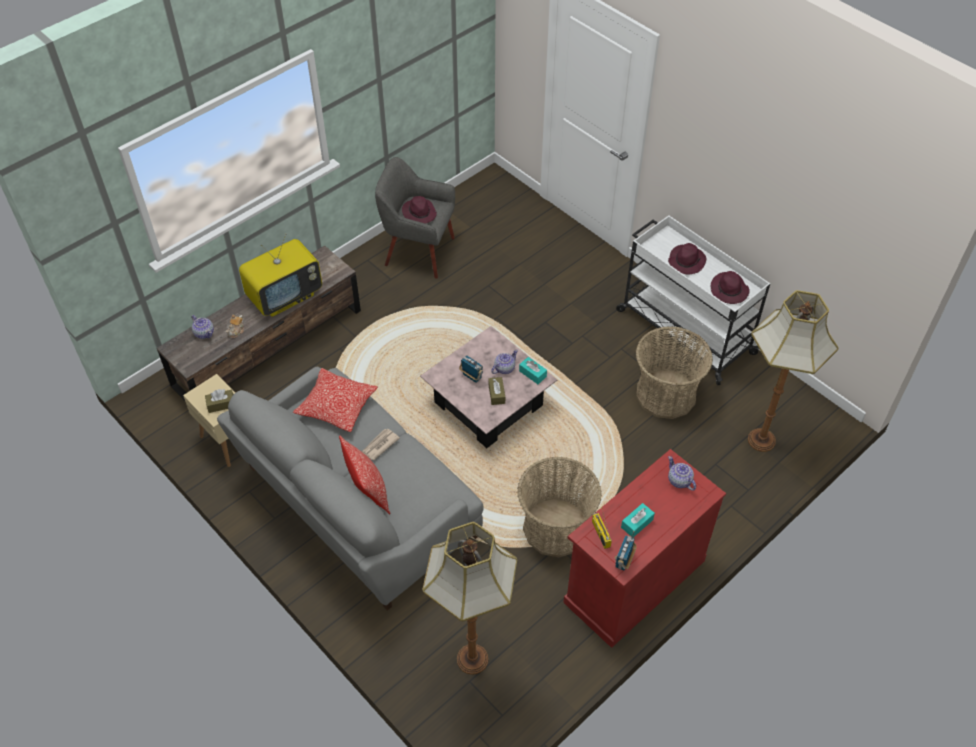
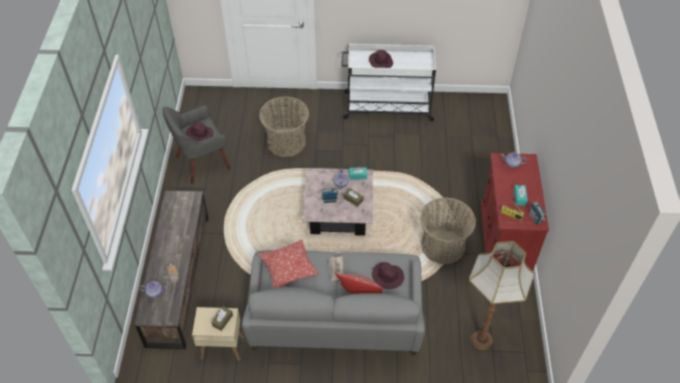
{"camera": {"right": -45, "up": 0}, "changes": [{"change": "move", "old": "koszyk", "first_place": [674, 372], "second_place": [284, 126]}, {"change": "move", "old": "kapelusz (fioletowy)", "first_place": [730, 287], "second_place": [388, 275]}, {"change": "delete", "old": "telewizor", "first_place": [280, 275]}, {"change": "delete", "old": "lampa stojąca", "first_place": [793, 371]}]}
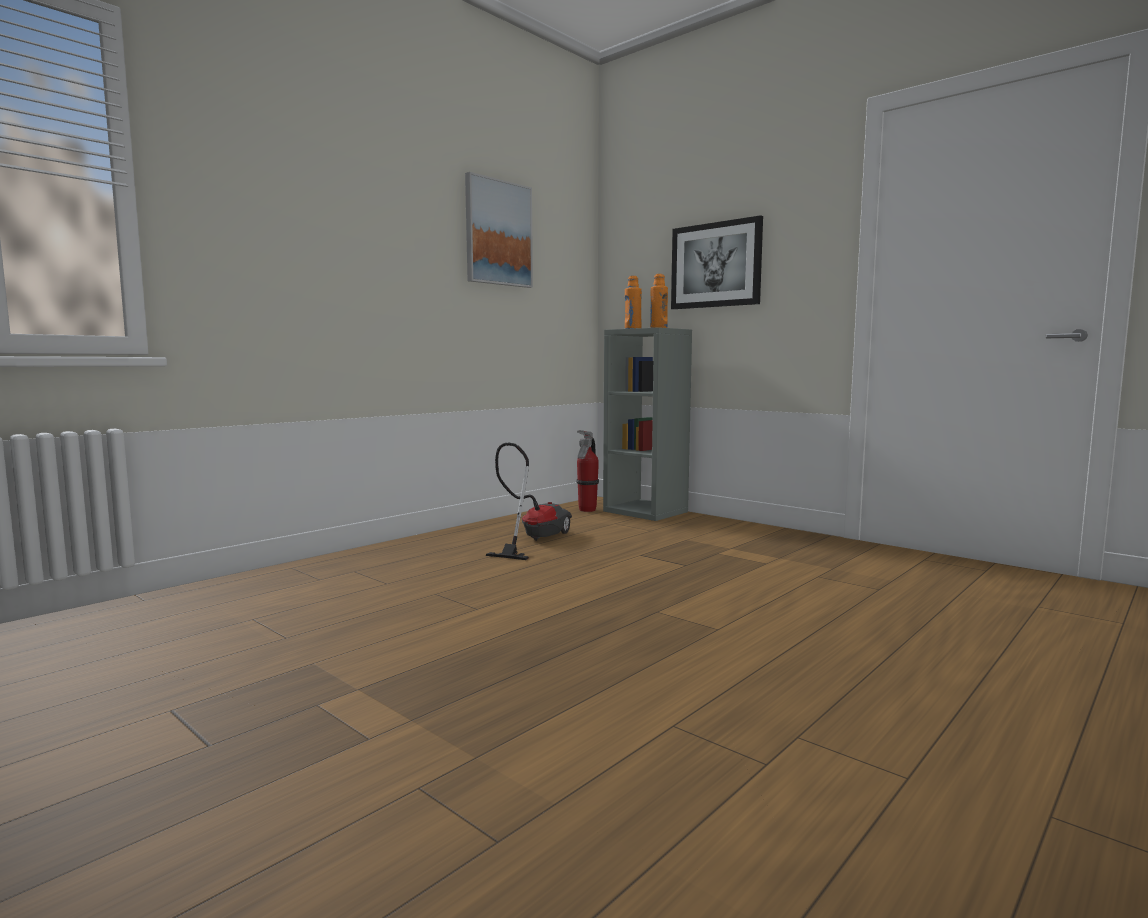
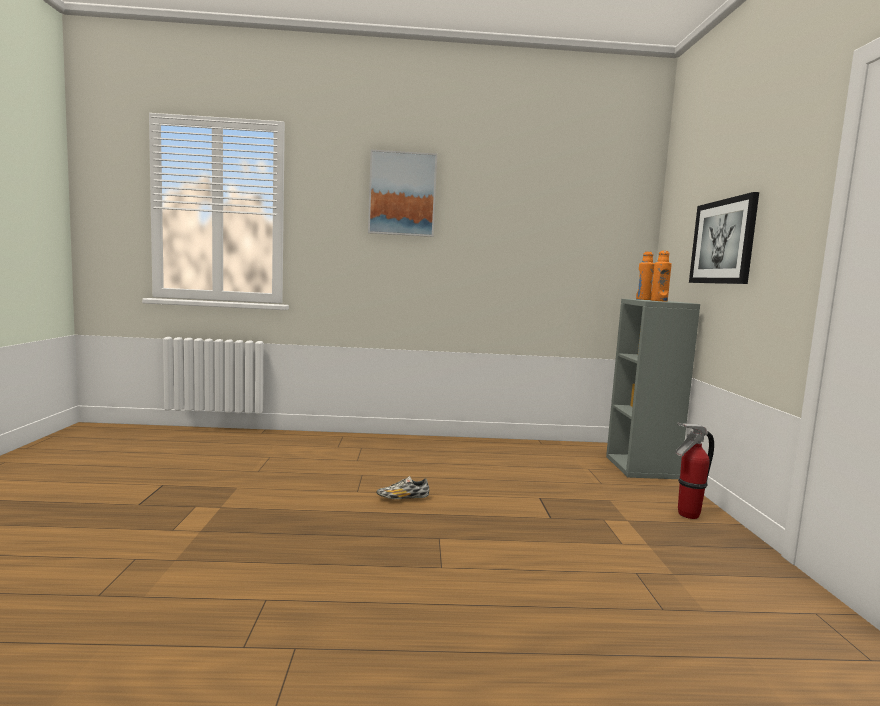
{"camera": {"right": 45, "up": 0}, "changes": [{"change": "move", "old": "obraz", "first_place": [499, 230], "second_place": [402, 193]}, {"change": "insert", "new": "but", "second_place": [403, 487]}, {"change": "move", "old": "gaśnica", "first_place": [587, 471], "second_place": [694, 471]}, {"change": "delete", "old": "odkurzacz", "first_place": [529, 501]}]}
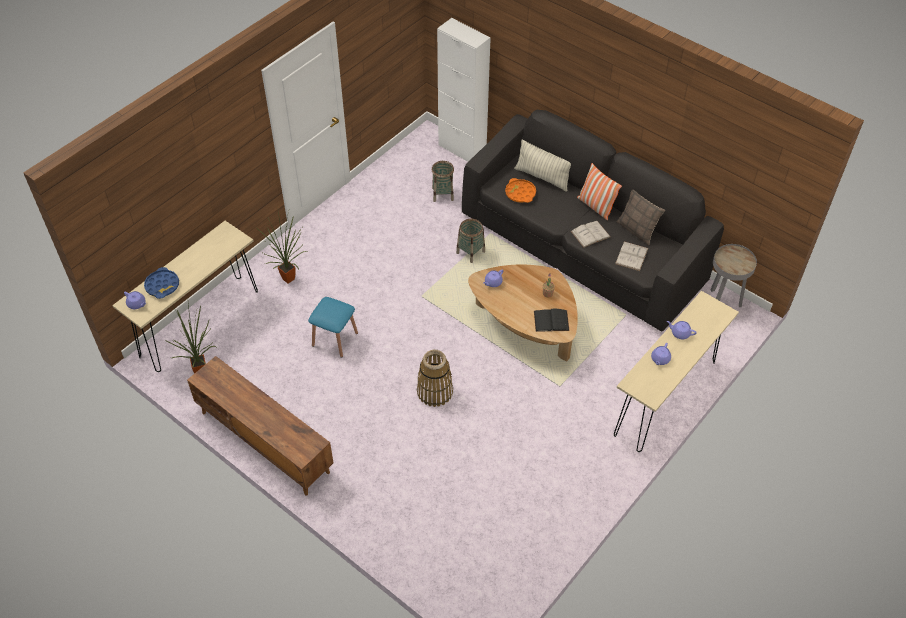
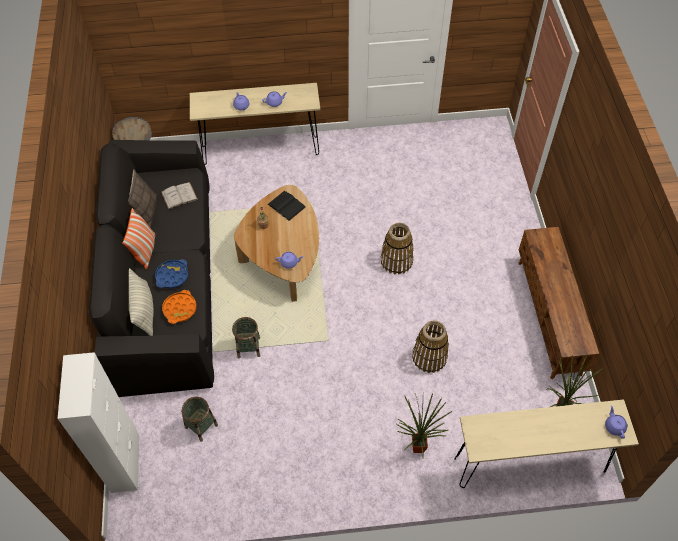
{"camera": {"right": -135, "up": 5}, "changes": [{"change": "move", "old": "taca (niebieski)", "first_place": [161, 283], "second_place": [172, 273]}, {"change": "replace", "old": "stołek (niebieski)", "new": "koszyk", "first_place": [333, 327], "second_place": [430, 346]}, {"change": "delete", "old": "książka (biały)", "first_place": [591, 234]}]}
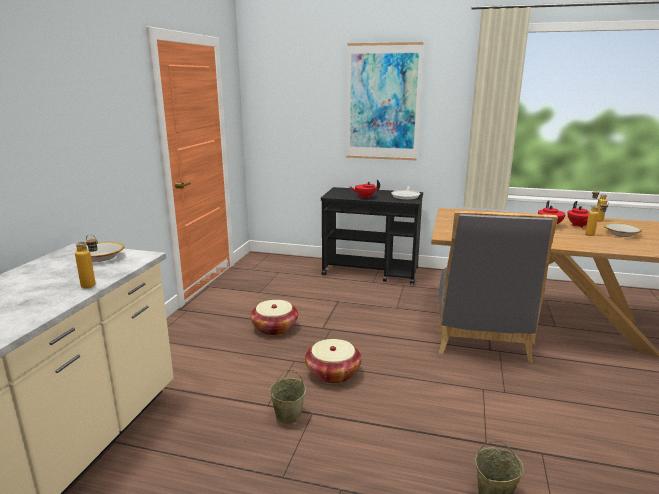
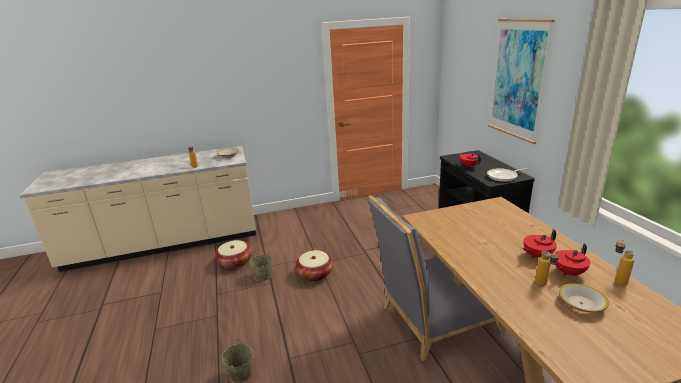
{"camera": {"right": 60, "up": 5}, "changes": [{"change": "move", "old": "koszyk", "first_place": [274, 318], "second_place": [233, 254]}]}
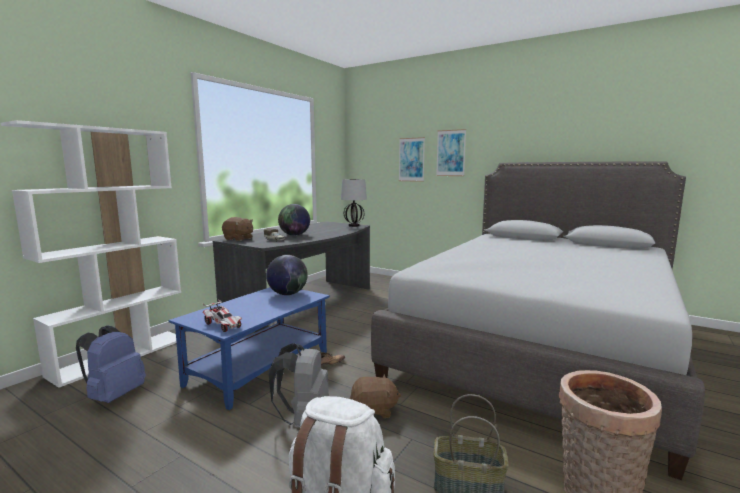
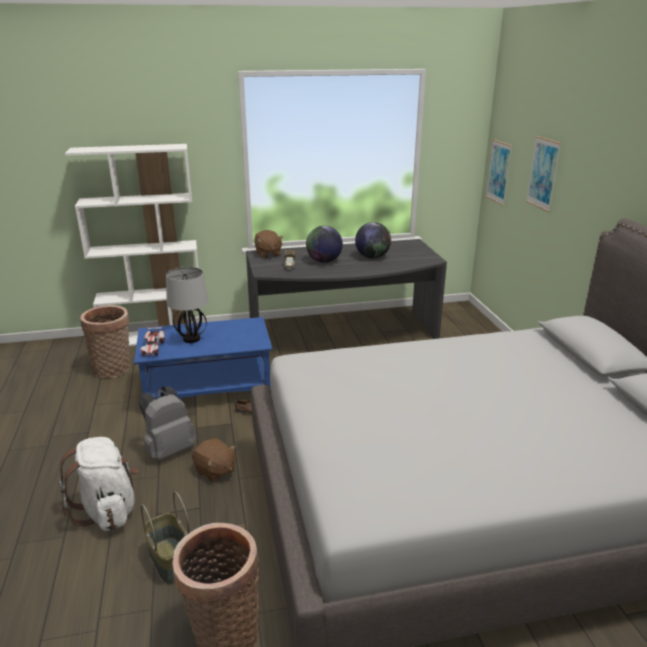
{"camera": {"right": 45, "up": 15}, "changes": [{"change": "replace", "old": "plecak (niebieski)", "new": "koszyk", "first_place": [111, 364], "second_place": [105, 341]}, {"change": "move", "old": "lampa stołowa", "first_place": [354, 203], "second_place": [187, 305]}, {"change": "move", "old": "globus", "first_place": [287, 275], "second_place": [373, 240]}, {"change": "move", "old": "obraz", "first_place": [451, 152], "second_place": [499, 172]}]}
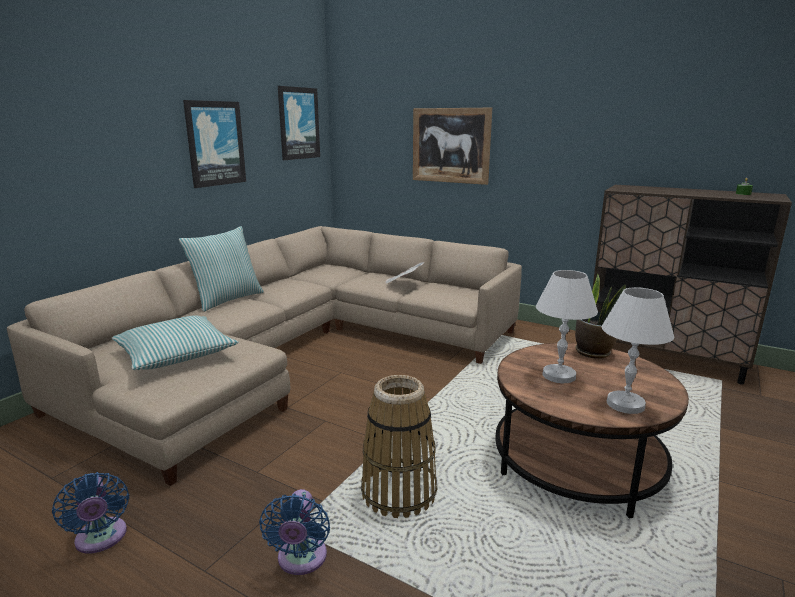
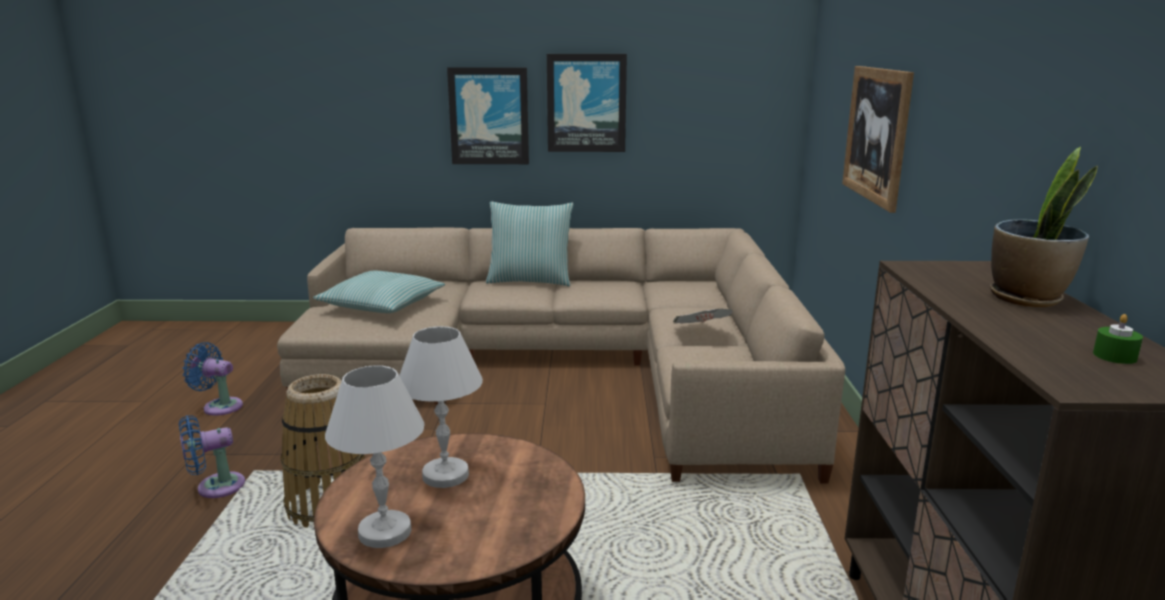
{"camera": {"right": 60, "up": 0}, "changes": [{"change": "rotate", "old": "wentylator (niebieski)", "first_place": [90, 513], "second_place": [212, 379], "degrees": 75}, {"change": "move", "old": "obraz", "first_place": [299, 123], "second_place": [488, 115]}, {"change": "move", "old": "roślina doniczkowa", "first_place": [600, 316], "second_place": [1044, 227]}]}
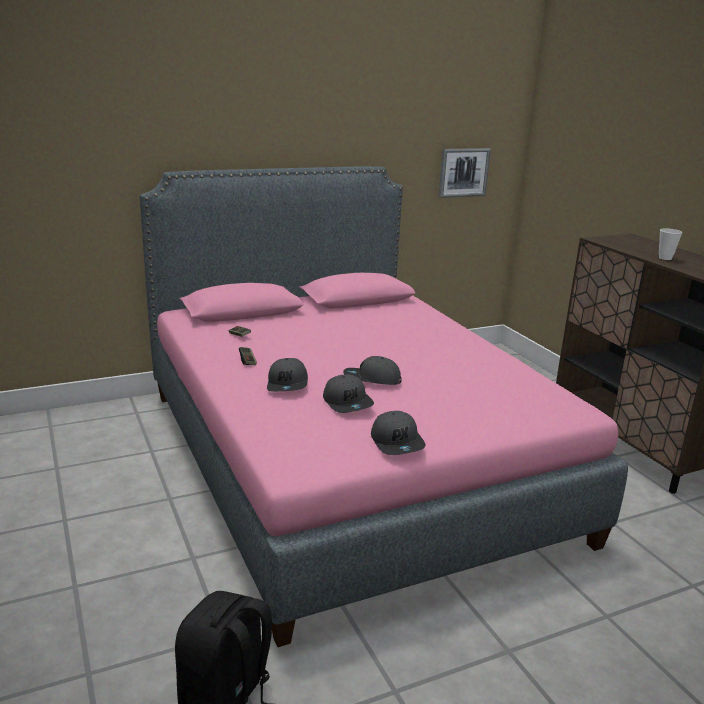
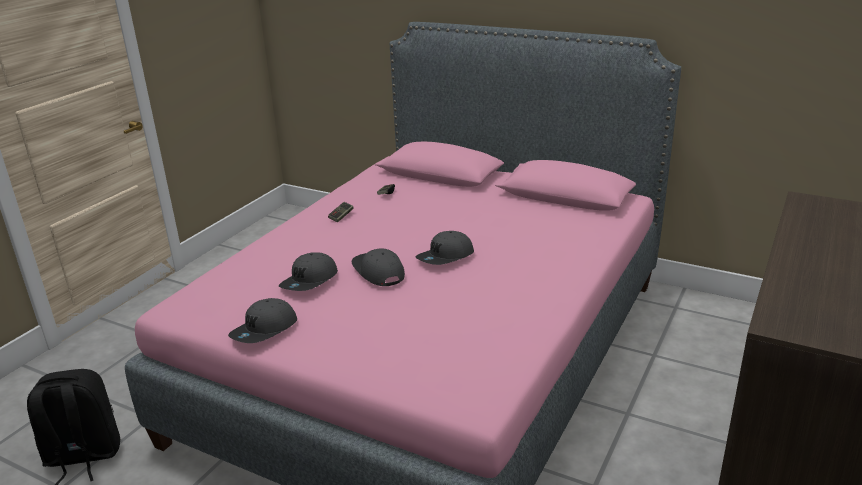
{"camera": {"right": 55, "up": 5}, "changes": [{"change": "move", "old": "czapka z daszkiem (szary)", "first_place": [287, 375], "second_place": [445, 248]}, {"change": "delete", "old": "obraz", "first_place": [465, 173]}, {"change": "delete", "old": "filiżanka", "first_place": [671, 244]}]}
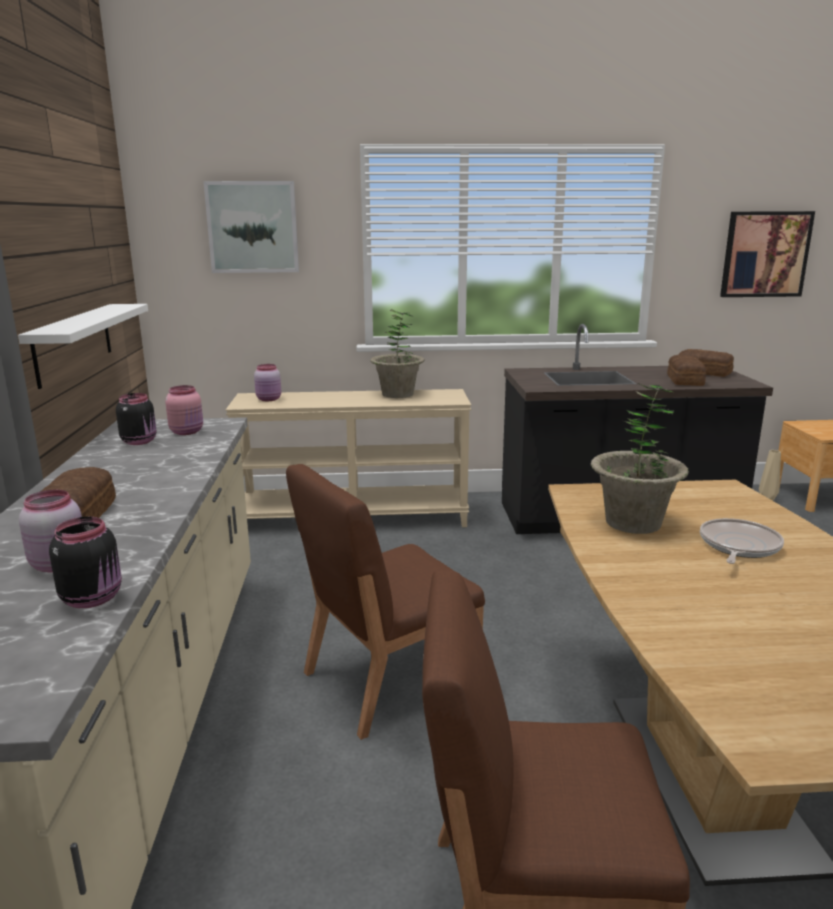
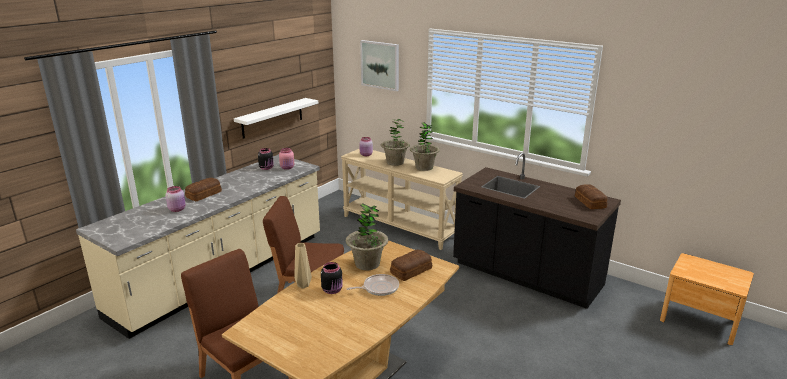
{"camera": {"right": 40, "up": 5}, "changes": [{"change": "move", "old": "wazon (beżowy)", "first_place": [770, 475], "second_place": [303, 266]}, {"change": "move", "old": "słoik (czarny)", "first_place": [85, 562], "second_place": [332, 278]}, {"change": "insert", "new": "roślina doniczkowa", "second_place": [395, 142]}, {"change": "move", "old": "chleb", "first_place": [686, 370], "second_place": [411, 265]}, {"change": "delete", "old": "obraz", "first_place": [767, 254]}]}
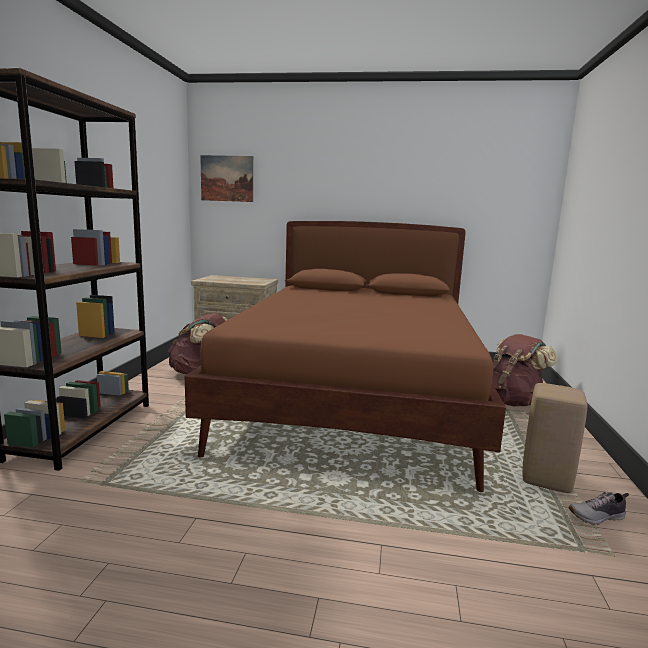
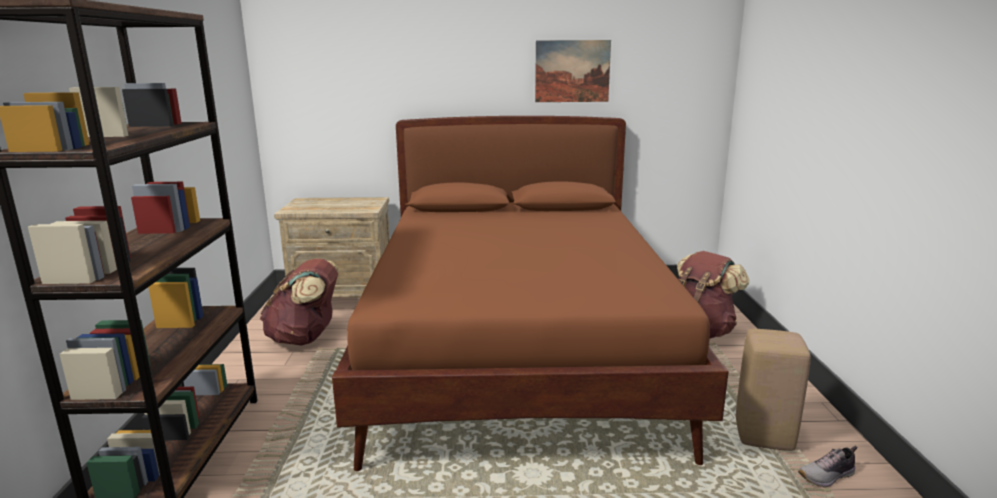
{"camera": {"right": -10, "up": 5}, "changes": [{"change": "move", "old": "obraz", "first_place": [226, 178], "second_place": [573, 71]}]}
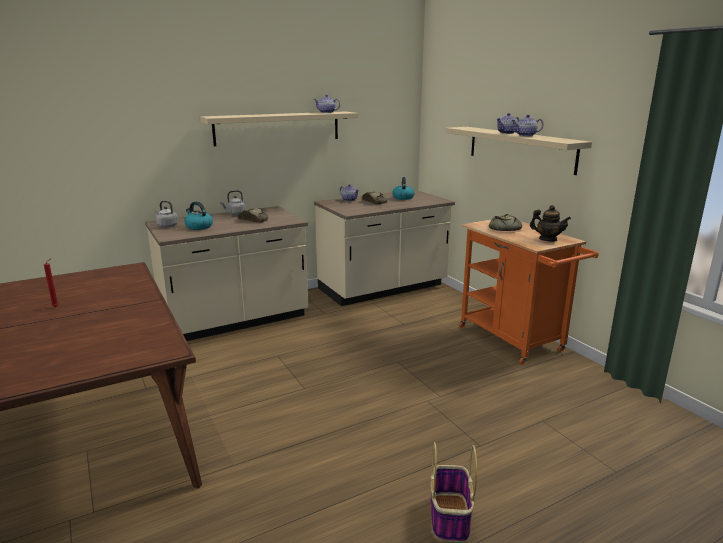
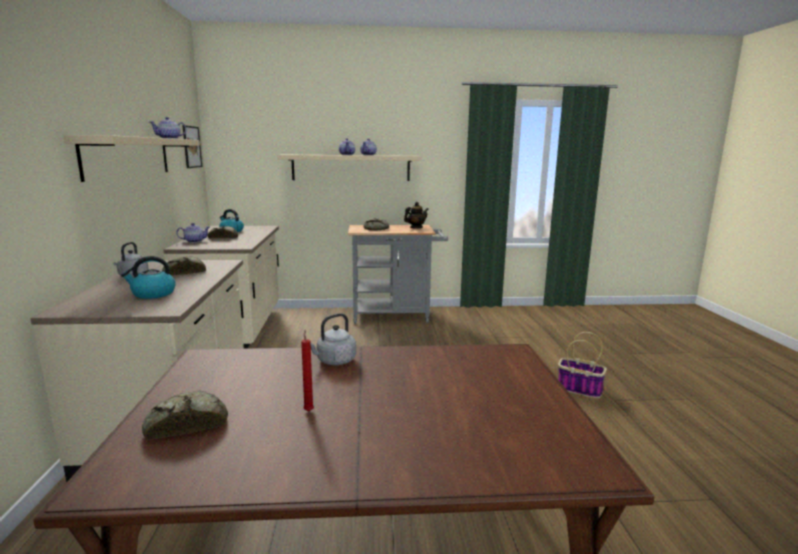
{"camera": {"right": -65, "up": -5}, "changes": [{"change": "insert", "new": "chleb", "second_place": [185, 415]}, {"change": "insert", "new": "obraz", "second_place": [192, 146]}, {"change": "move", "old": "czajnik (szary)", "first_place": [166, 214], "second_place": [333, 339]}, {"change": "recolor", "old": "wózek (pomarańczowy)", "new": "wózek (szary)", "first_place": [529, 292], "second_place": [398, 274]}]}
